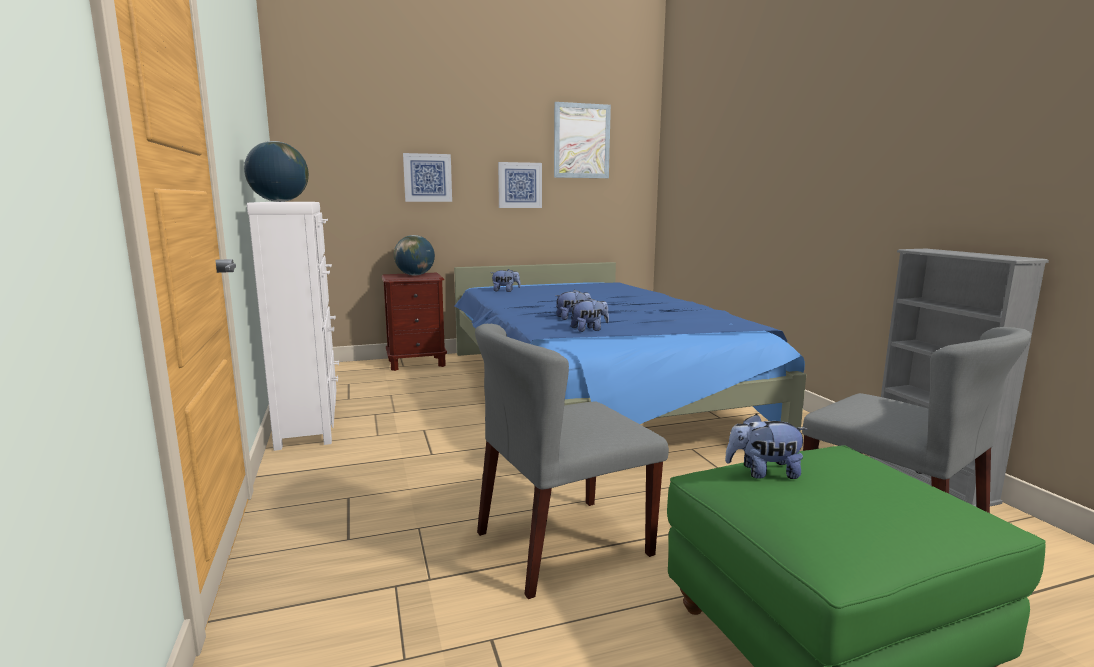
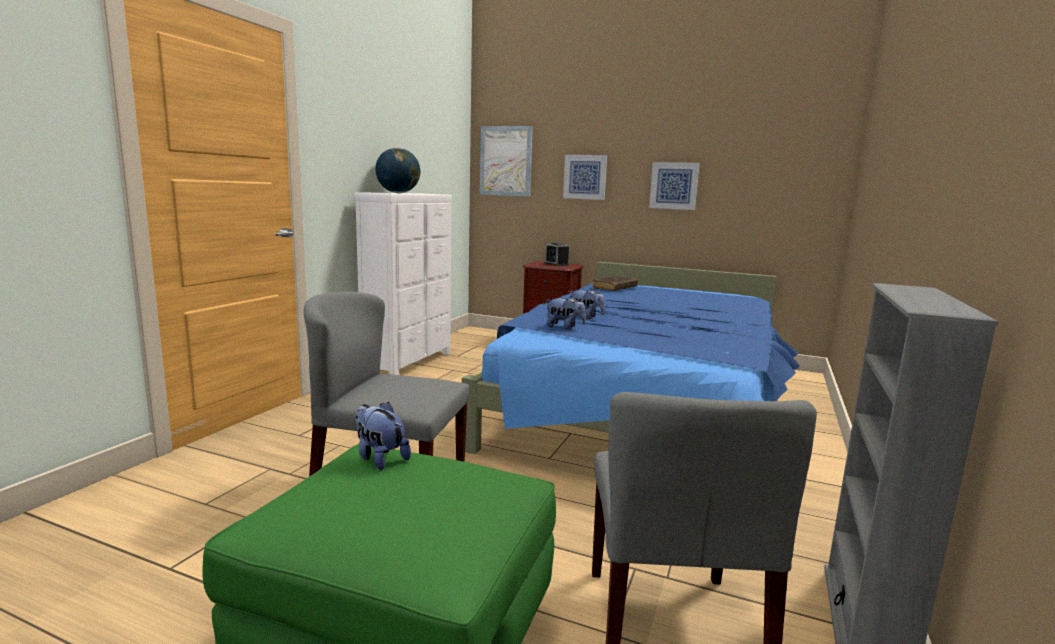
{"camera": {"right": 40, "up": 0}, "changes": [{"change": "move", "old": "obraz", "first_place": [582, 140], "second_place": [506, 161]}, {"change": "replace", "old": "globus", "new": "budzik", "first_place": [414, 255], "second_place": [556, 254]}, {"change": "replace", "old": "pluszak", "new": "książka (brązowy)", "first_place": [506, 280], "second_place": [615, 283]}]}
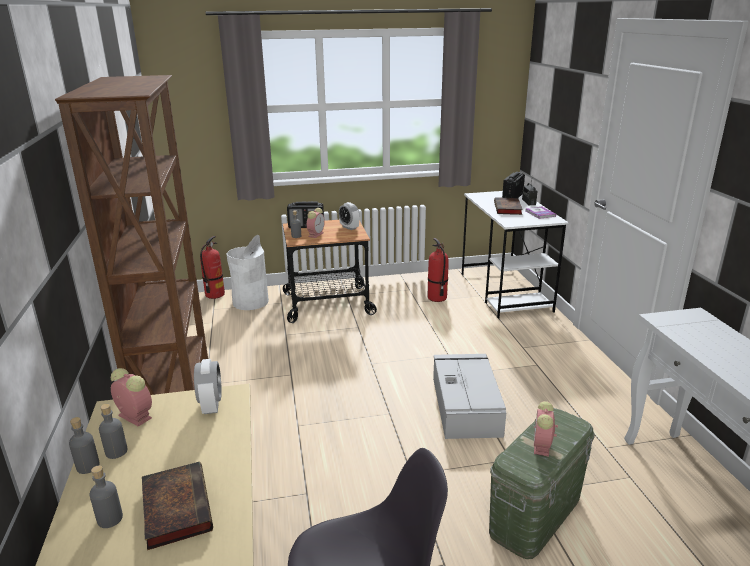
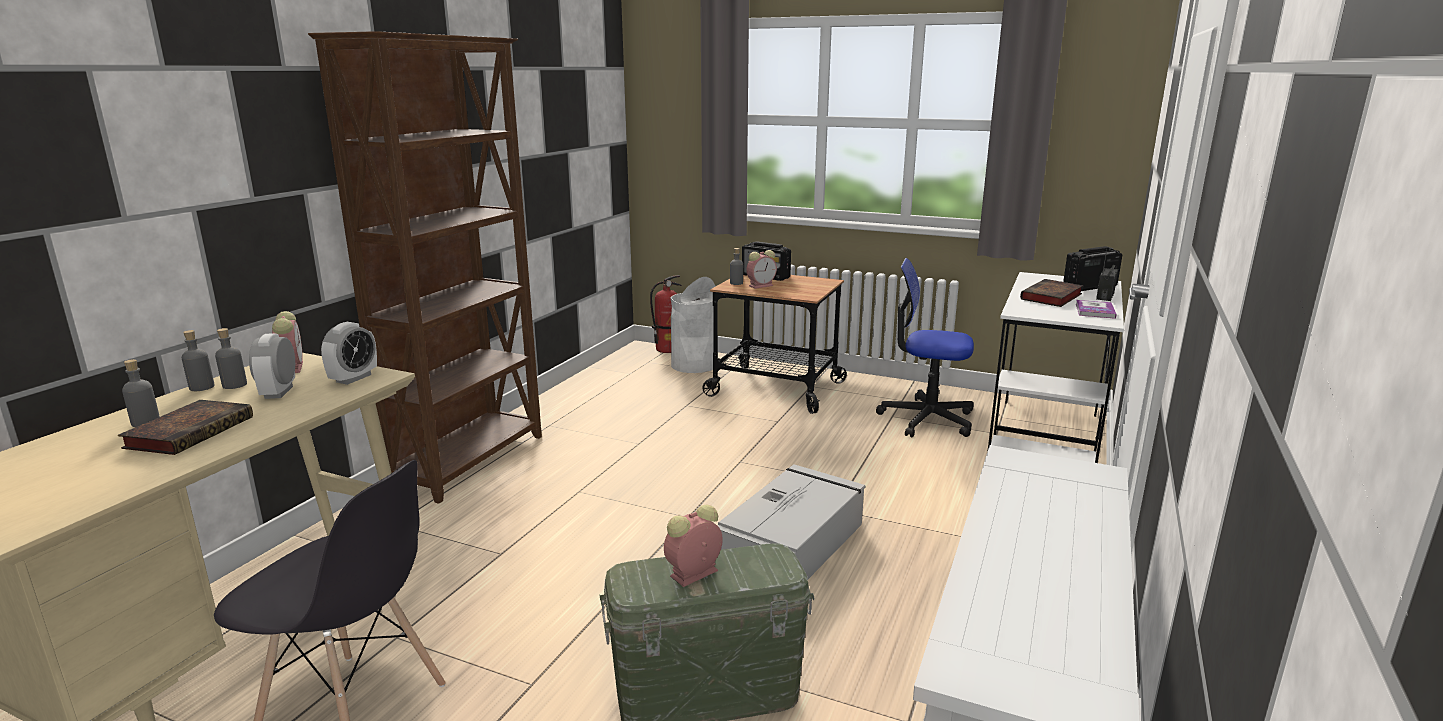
{"camera": {"right": 35, "up": -5}, "changes": [{"change": "move", "old": "budzik", "first_place": [349, 216], "second_place": [272, 366]}, {"change": "replace", "old": "gaśnica", "new": "krzesło biurowe", "first_place": [438, 270], "second_place": [925, 347]}]}
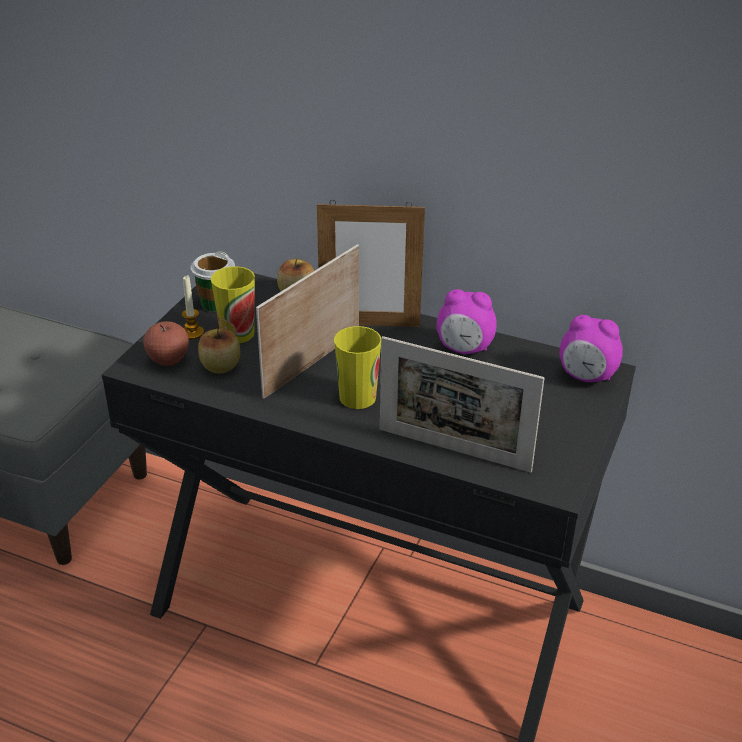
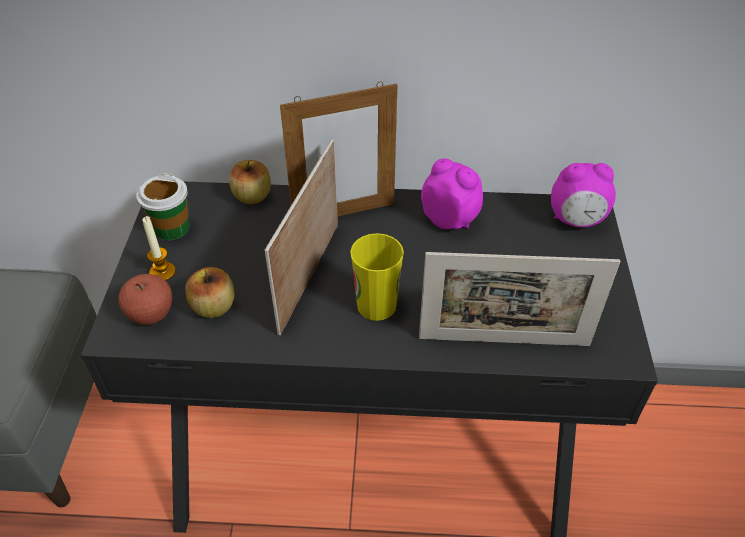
{"camera": {"right": -20, "up": 10}, "changes": [{"change": "rotate", "old": "budzik", "first_place": [467, 321], "second_place": [452, 193], "degrees": -135}, {"change": "delete", "old": "filiżanka", "first_place": [233, 305]}]}
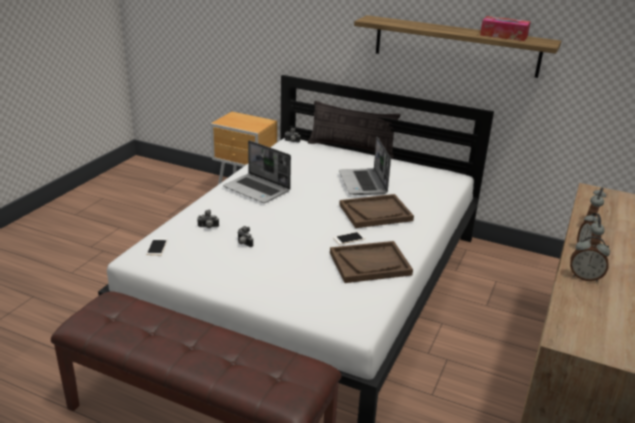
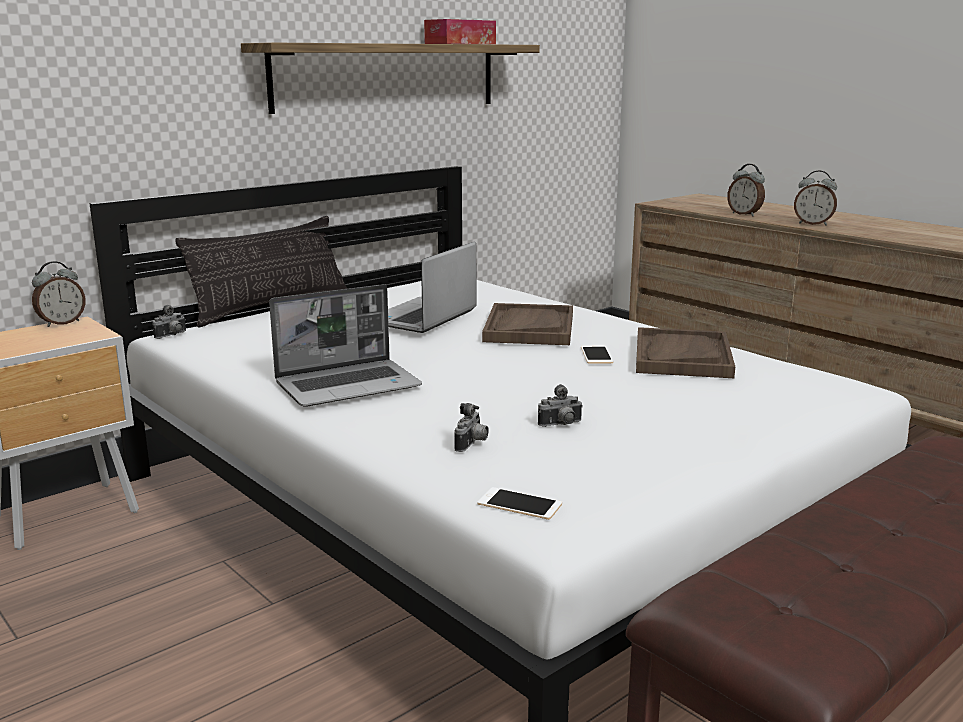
{"camera": {"right": -65, "up": -10}, "changes": [{"change": "move", "old": "budzik", "first_place": [590, 259], "second_place": [58, 294]}, {"change": "rotate", "old": "laptop", "first_place": [365, 166], "second_place": [432, 287], "degrees": 105}]}
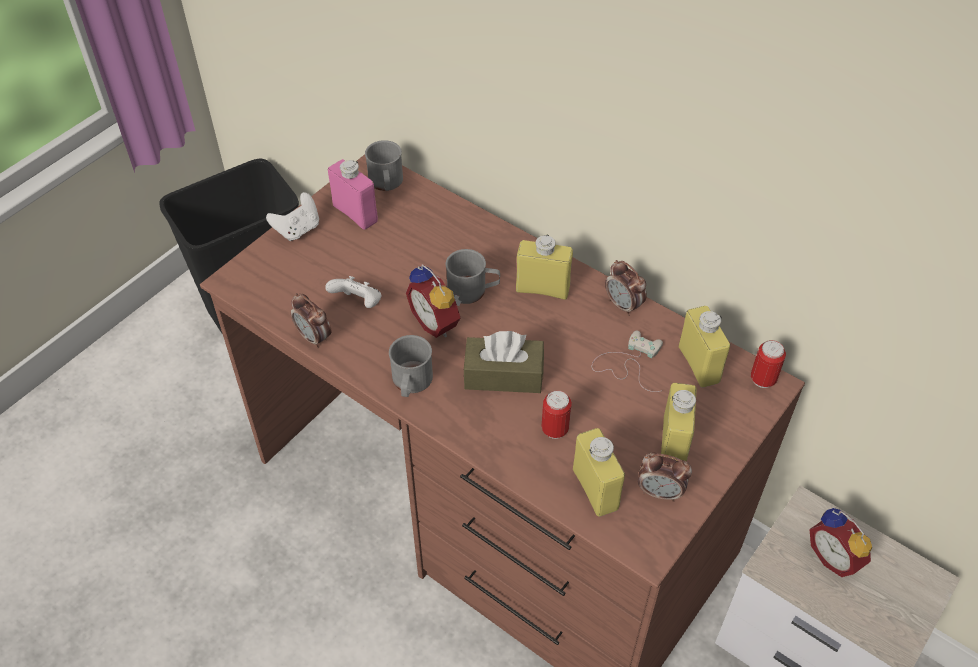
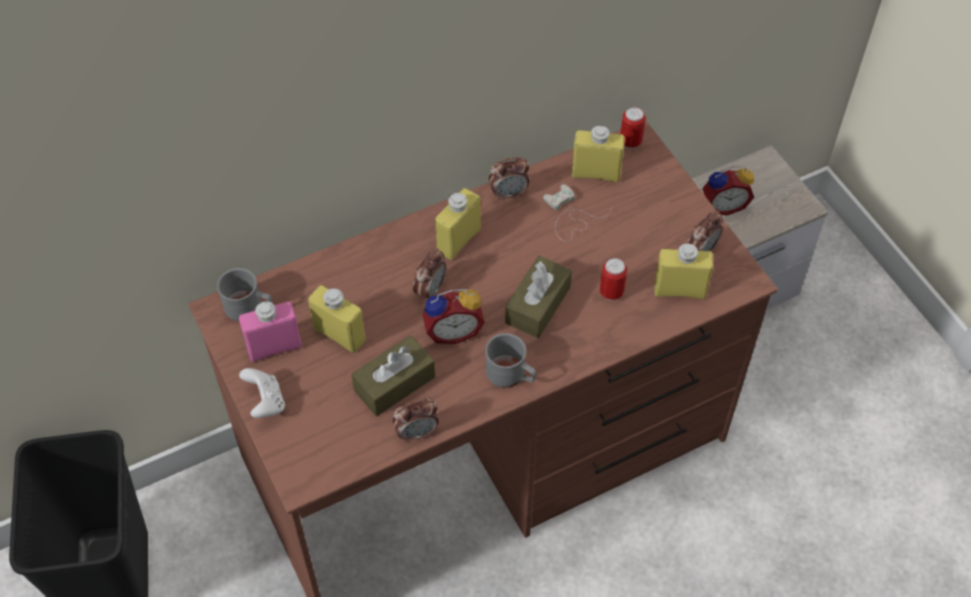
{"camera": {"right": -65, "up": 5}, "changes": [{"change": "move", "old": "butelka (żółty)", "first_place": [679, 422], "second_place": [337, 319]}, {"change": "replace", "old": "pad do gier (biały)", "new": "pudełko chusteczek (brązowy)", "first_place": [353, 292], "second_place": [393, 375]}, {"change": "replace", "old": "kubek (szary)", "new": "budzik", "first_place": [473, 276], "second_place": [429, 273]}]}
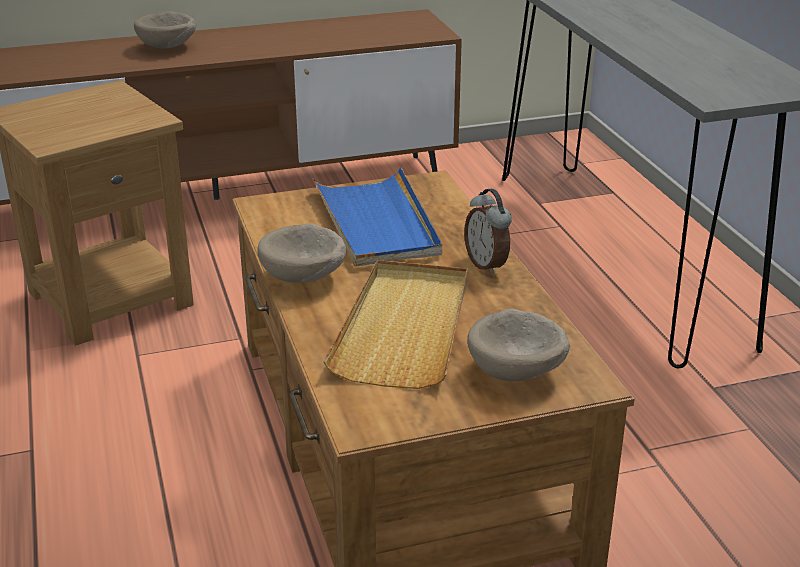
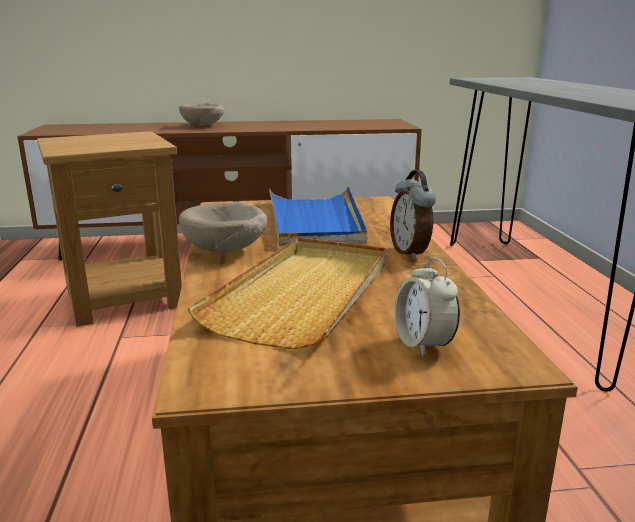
{"camera": {"right": 10, "up": -10}, "changes": [{"change": "replace", "old": "miska (beżowy)", "new": "budzik", "first_place": [518, 345], "second_place": [427, 307]}]}
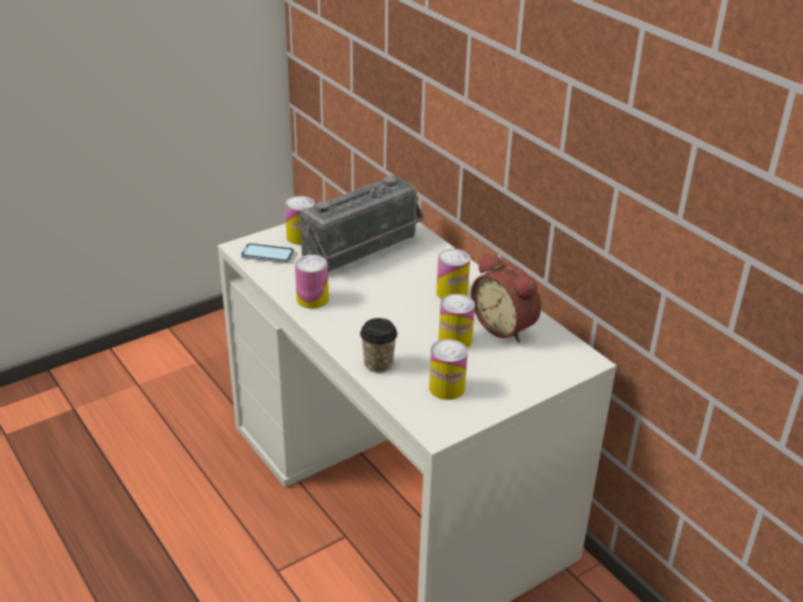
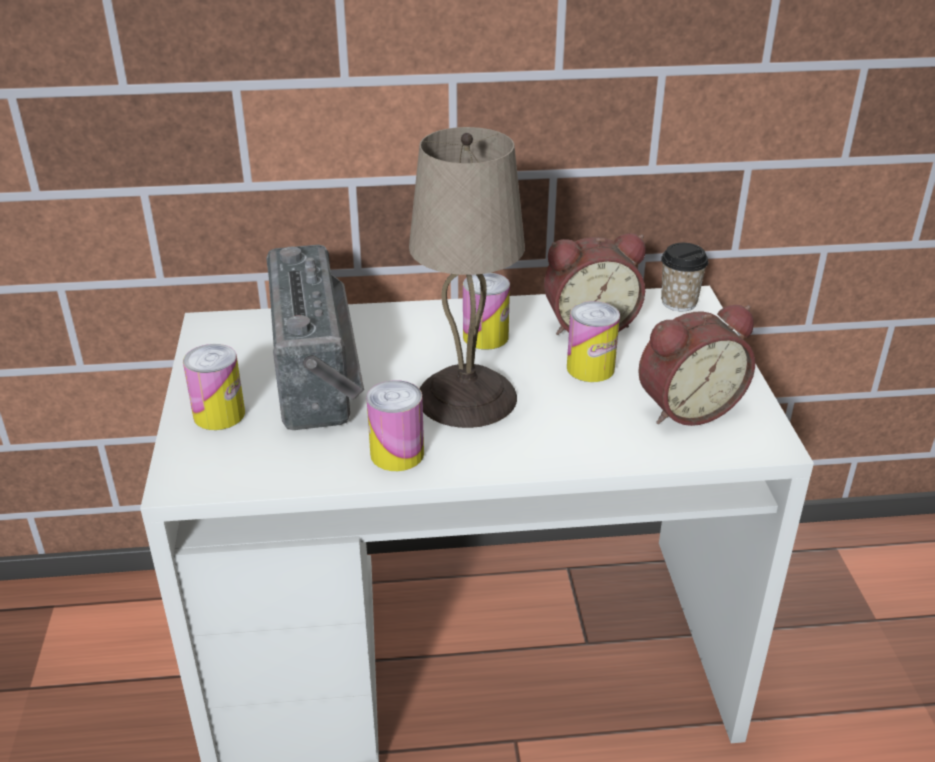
{"camera": {"right": -60, "up": 0}, "changes": [{"change": "insert", "new": "lampa stołowa (beżowy)", "second_place": [467, 277]}, {"change": "replace", "old": "puszka", "new": "budzik", "first_place": [448, 369], "second_place": [696, 365]}, {"change": "move", "old": "filiżanka", "first_place": [378, 345], "second_place": [684, 277]}, {"change": "delete", "old": "telefon", "first_place": [268, 253]}]}
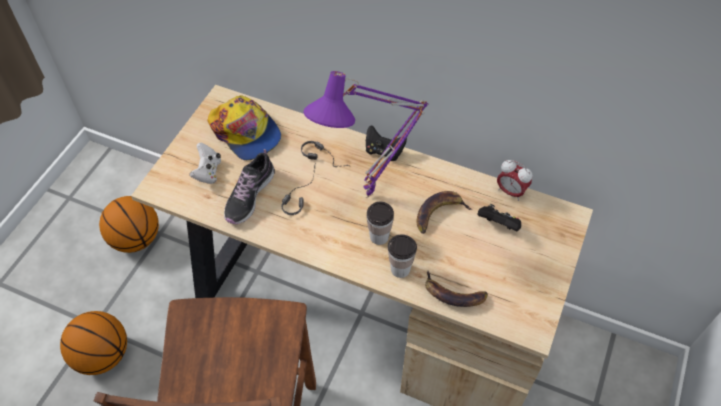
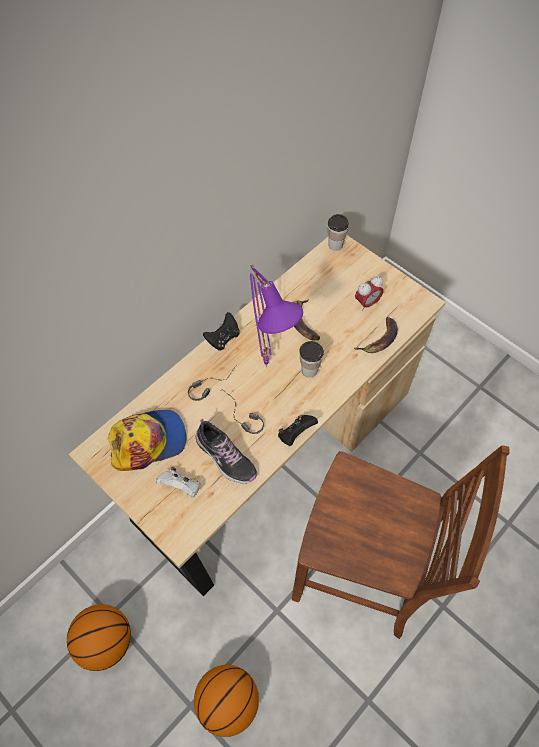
{"camera": {"right": -70, "up": 5}, "changes": [{"change": "move", "old": "pad do gier (czarny)", "first_place": [499, 217], "second_place": [298, 430]}, {"change": "move", "old": "filiżanka", "first_place": [402, 256], "second_place": [338, 232]}, {"change": "move", "old": "budzik", "first_place": [514, 180], "second_place": [369, 293]}]}
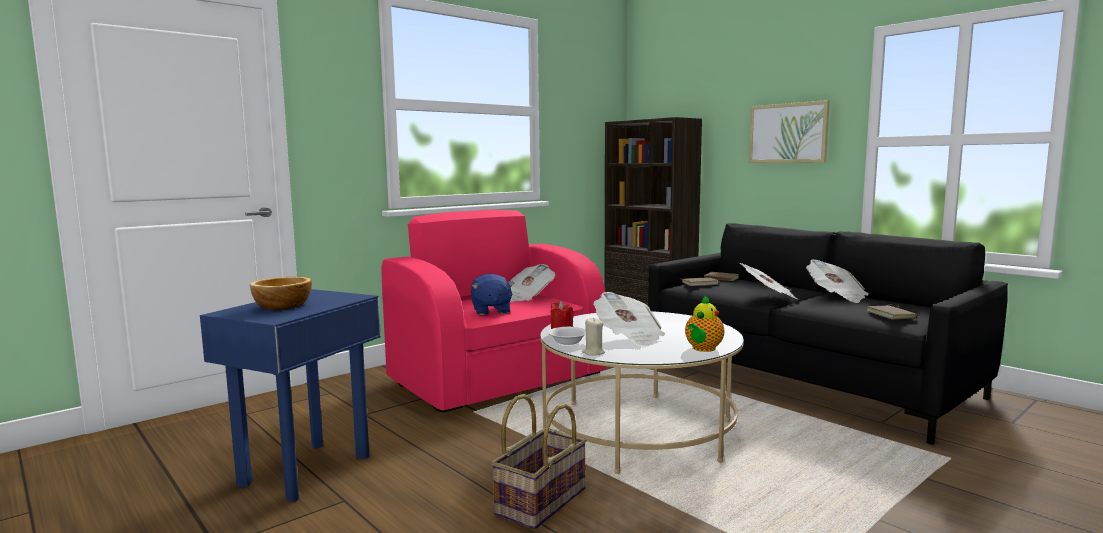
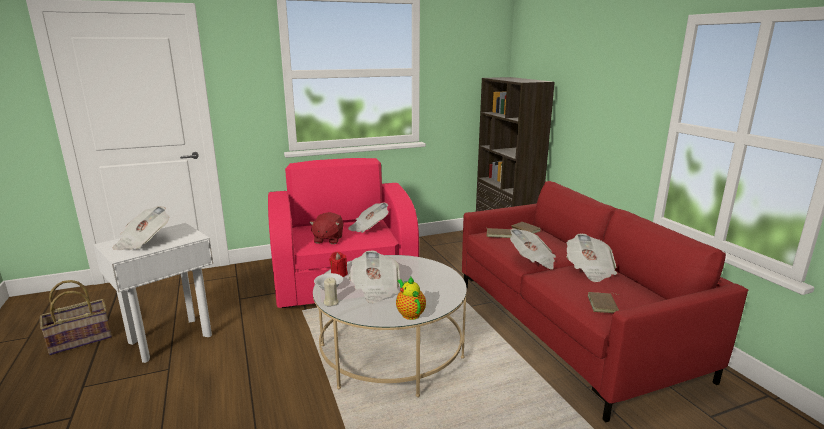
{"camera": {"right": 20, "up": 10}, "changes": [{"change": "move", "old": "koszyk", "first_place": [539, 461], "second_place": [76, 317]}, {"change": "recolor", "old": "stolik (niebieski)", "new": "stolik (biały)", "first_place": [290, 395], "second_place": [153, 293]}, {"change": "replace", "old": "miska", "new": "gazeta", "first_place": [281, 293], "second_place": [140, 228]}, {"change": "recolor", "old": "pluszak (niebieski)", "new": "pluszak (czerwony)", "first_place": [492, 294], "second_place": [326, 228]}, {"change": "rotate", "old": "imbryk", "first_place": [704, 324], "second_place": [411, 298], "degrees": 105}, {"change": "recolor", "old": "kanapa (czarny)", "new": "kanapa (czerwony)", "first_place": [828, 334], "second_place": [605, 301]}, {"change": "delete", "old": "obraz", "first_place": [789, 131]}]}
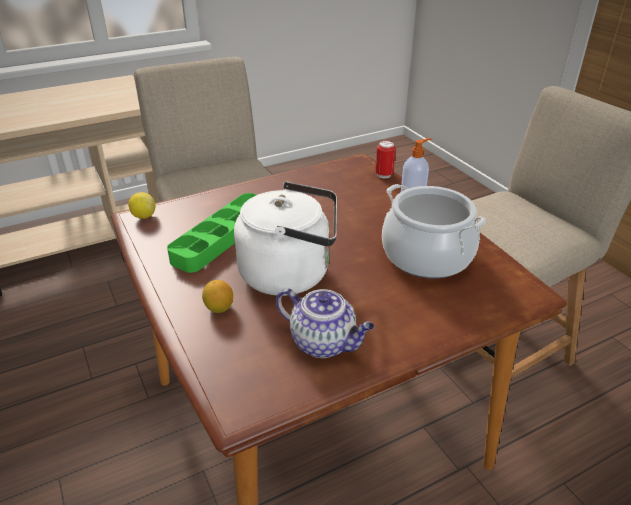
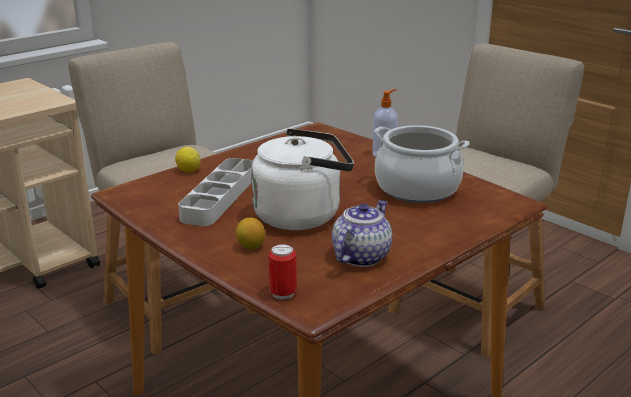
{"camera": {"right": -15, "up": -10}, "changes": [{"change": "move", "old": "cytryna", "first_place": [142, 205], "second_place": [188, 159]}, {"change": "recolor", "old": "taca (zielony)", "new": "taca (szary)", "first_place": [211, 233], "second_place": [215, 192]}, {"change": "move", "old": "puszka", "first_place": [385, 159], "second_place": [283, 272]}, {"change": "rotate", "old": "imbryk", "first_place": [325, 323], "second_place": [362, 233], "degrees": -75}]}
